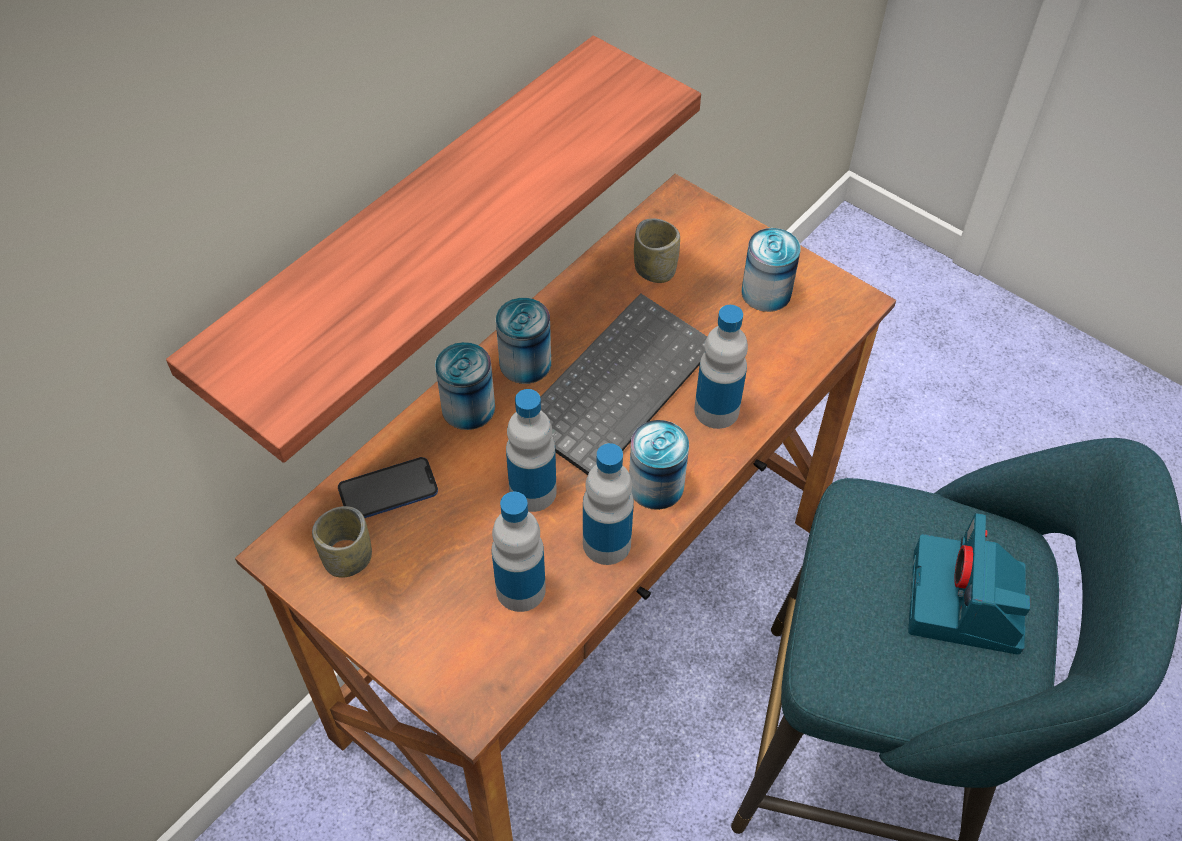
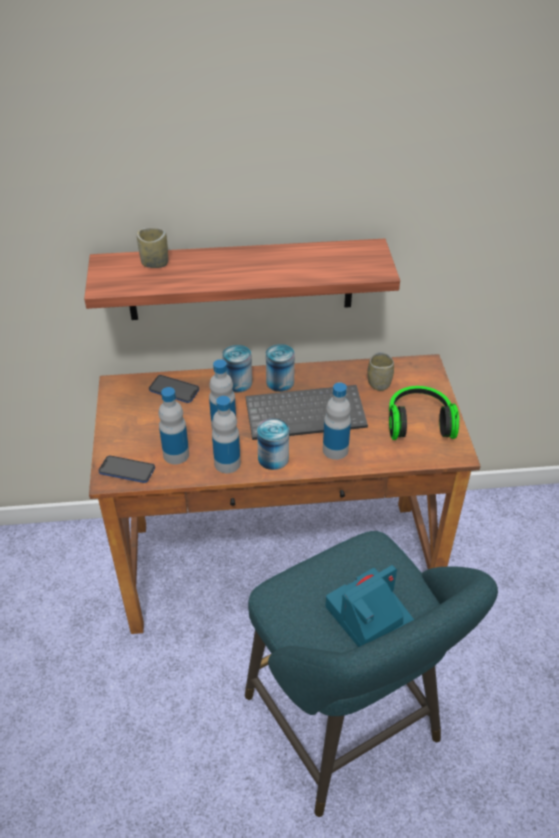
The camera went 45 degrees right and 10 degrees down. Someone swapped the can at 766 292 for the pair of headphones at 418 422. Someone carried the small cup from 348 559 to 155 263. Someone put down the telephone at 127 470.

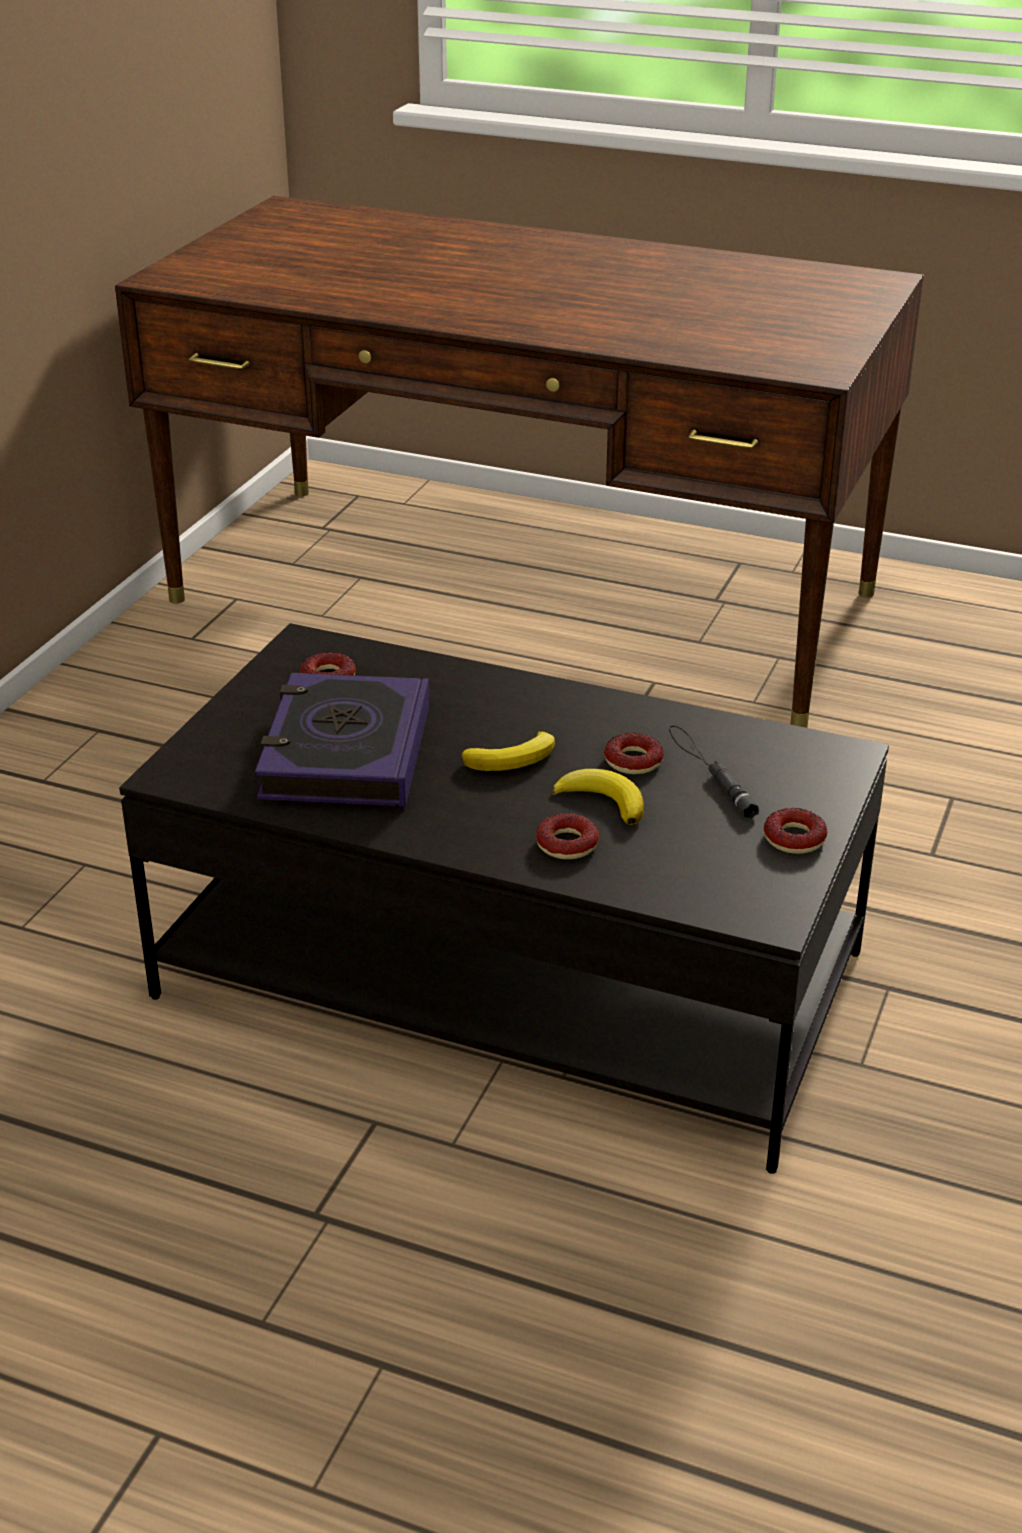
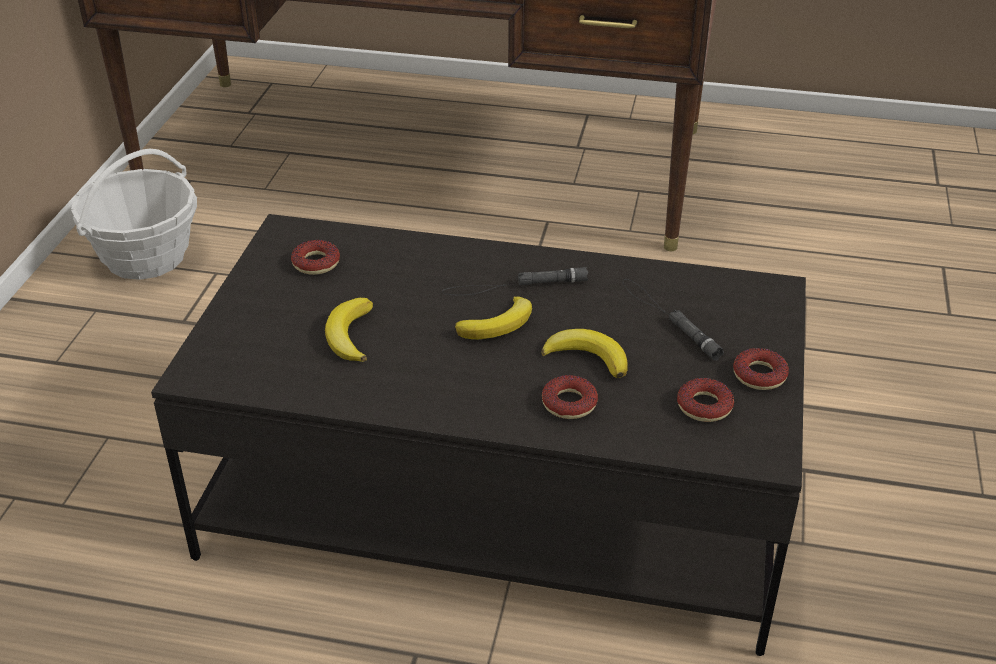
The camera went 10 degrees left and 5 degrees up. Someone swapped the book at 345 753 for the whole banana at 349 335. Someone carried the ring doughnut from 633 761 to 704 406. Someone put down the basket at 146 257. Someone put down the torch/blackish at 515 286.

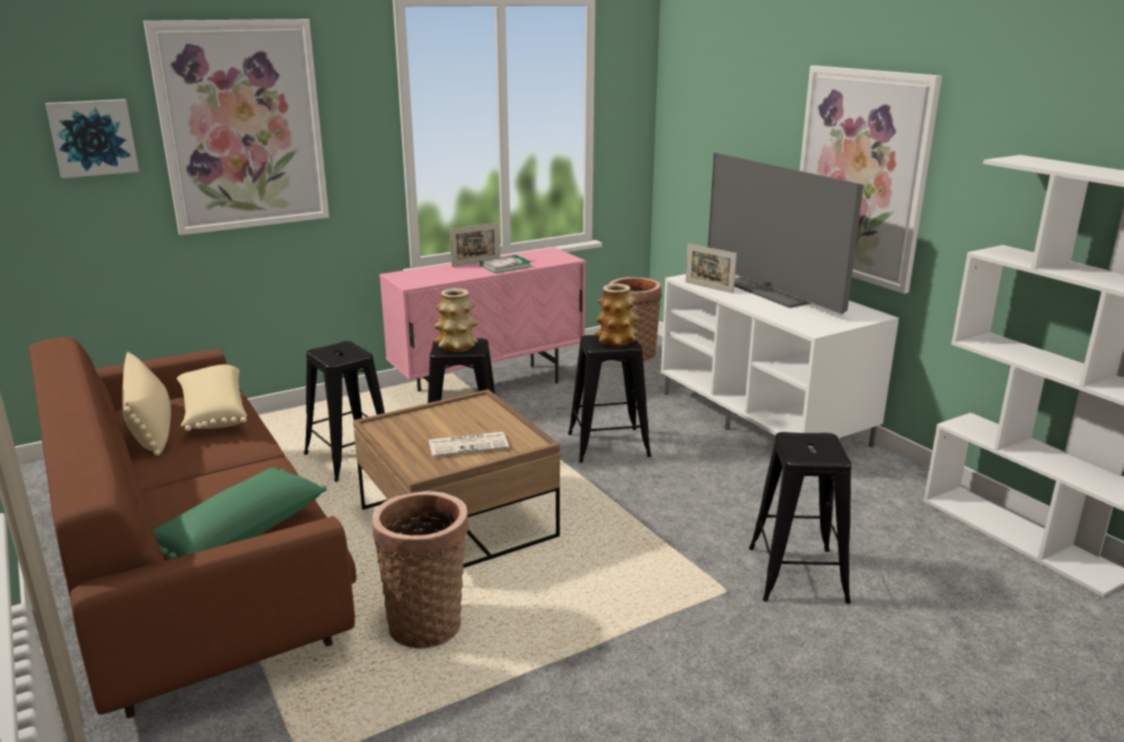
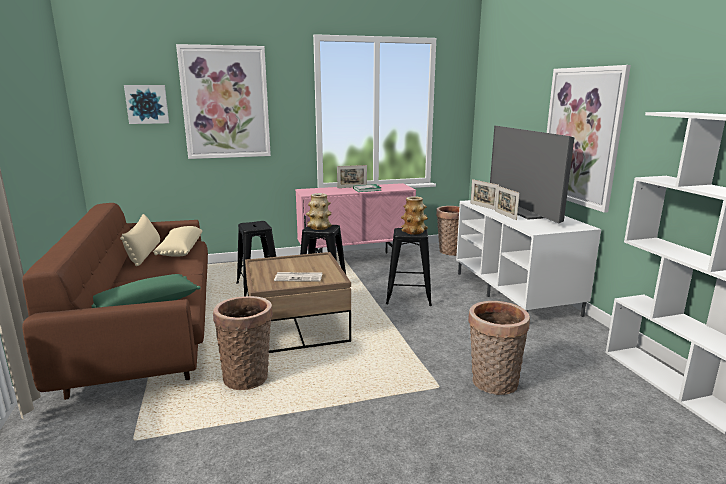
The camera went 15 degrees right and 5 degrees down. Someone swapped the stool seat/blackish at 797 574 for the basket at 492 384. Someone put down the standing frame at 505 215.

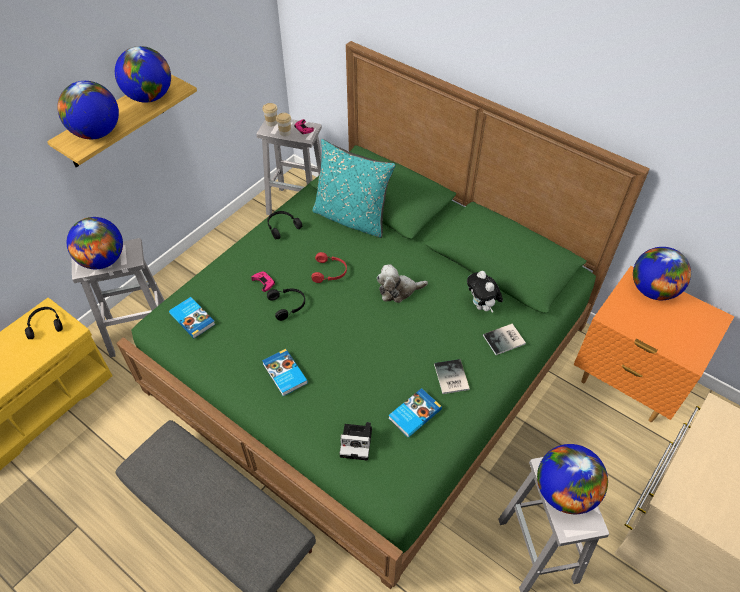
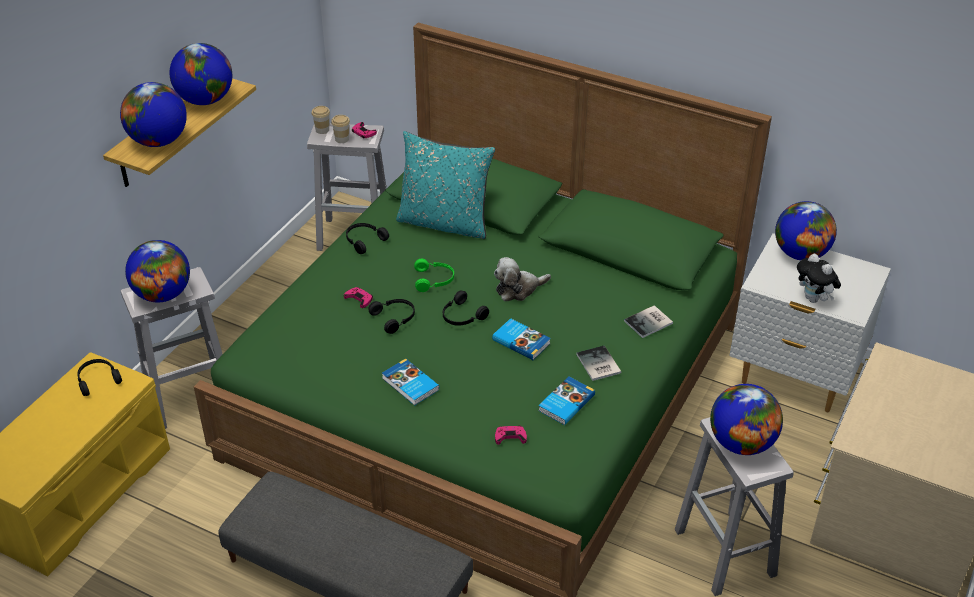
The camera went 10 degrees left and 10 degrees down. Someone repainted the pair of headphones/red at 330 272, which became the pair of headphones/green-coloured at 434 280. Someone repainted the bedside table/orangey at 627 383, which became the bedside table/whitish at 794 377. Someone carried the soft toy from 482 306 to 814 299. Someone carried the book from 193 318 to 521 341. Someone swapped the photo camera at 357 442 for the gamepad/pinkish at 510 437. Someone put down the pair of headphones/blackish at 462 316.

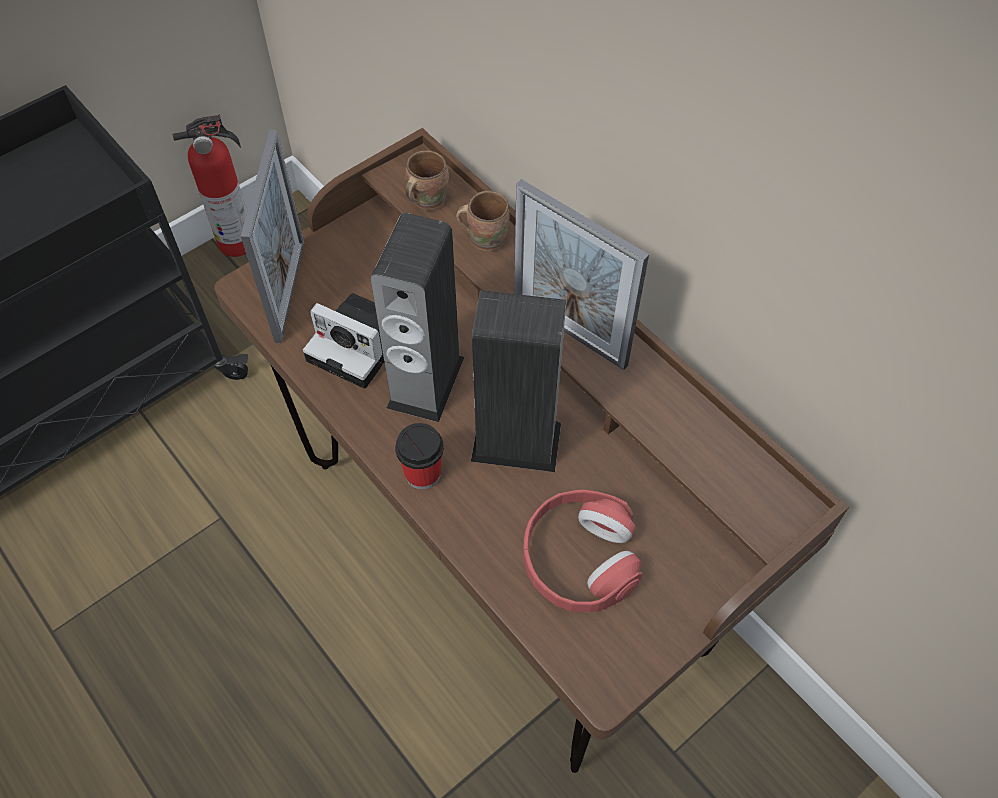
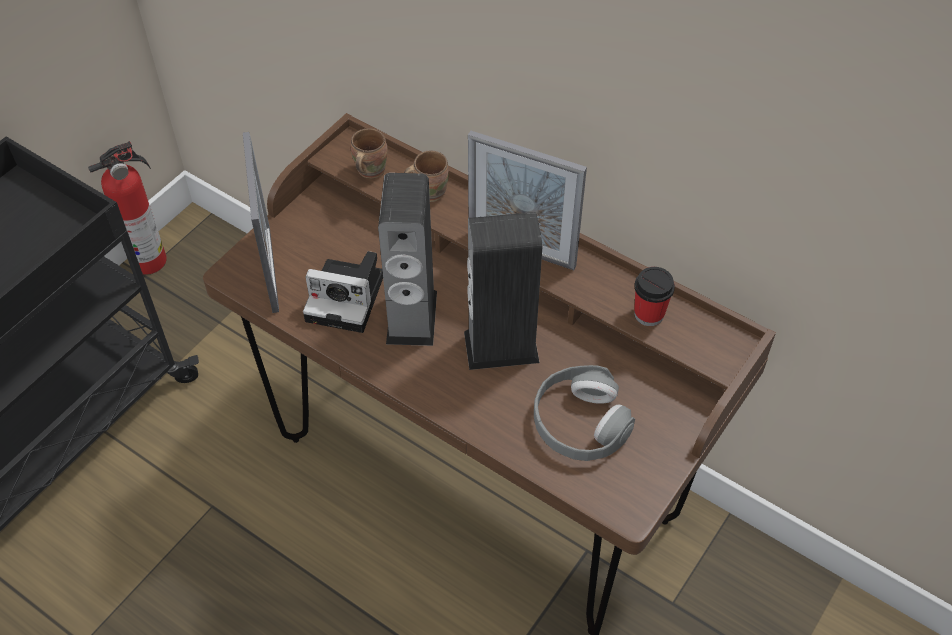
The camera went 15 degrees left and 5 degrees down. Someone carried the small cup from 422 473 to 649 314. Someone repainted the pair of headphones/red at 579 558, which became the pair of headphones/gray at 580 422.

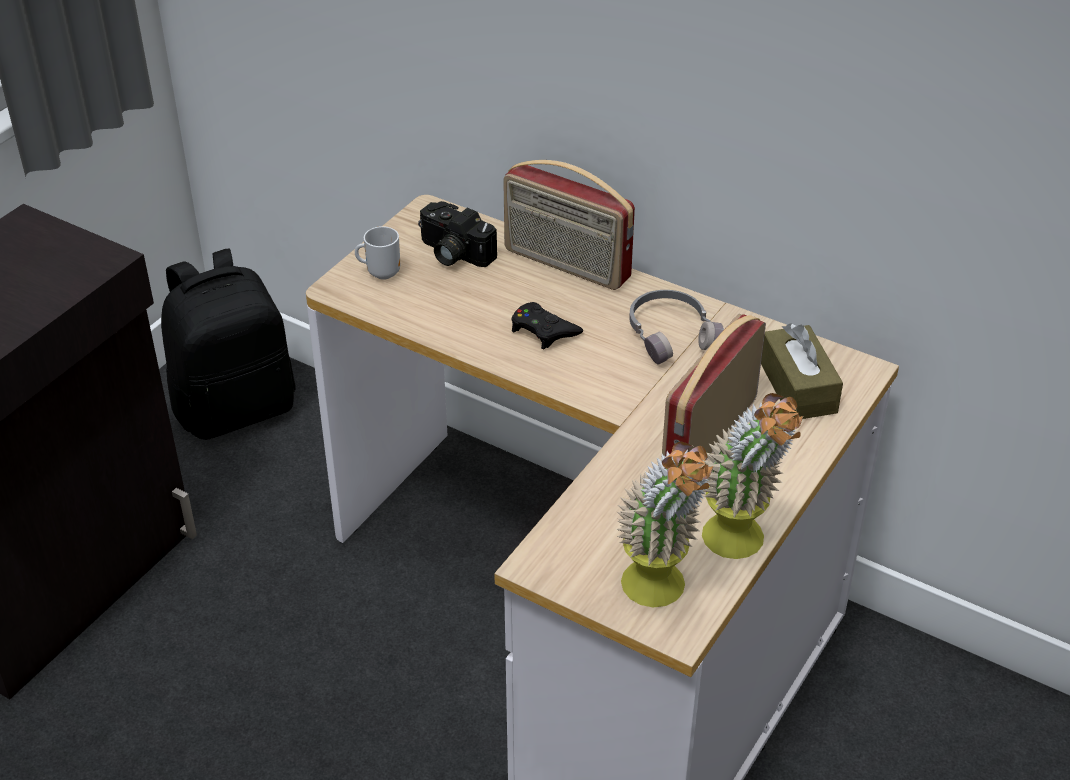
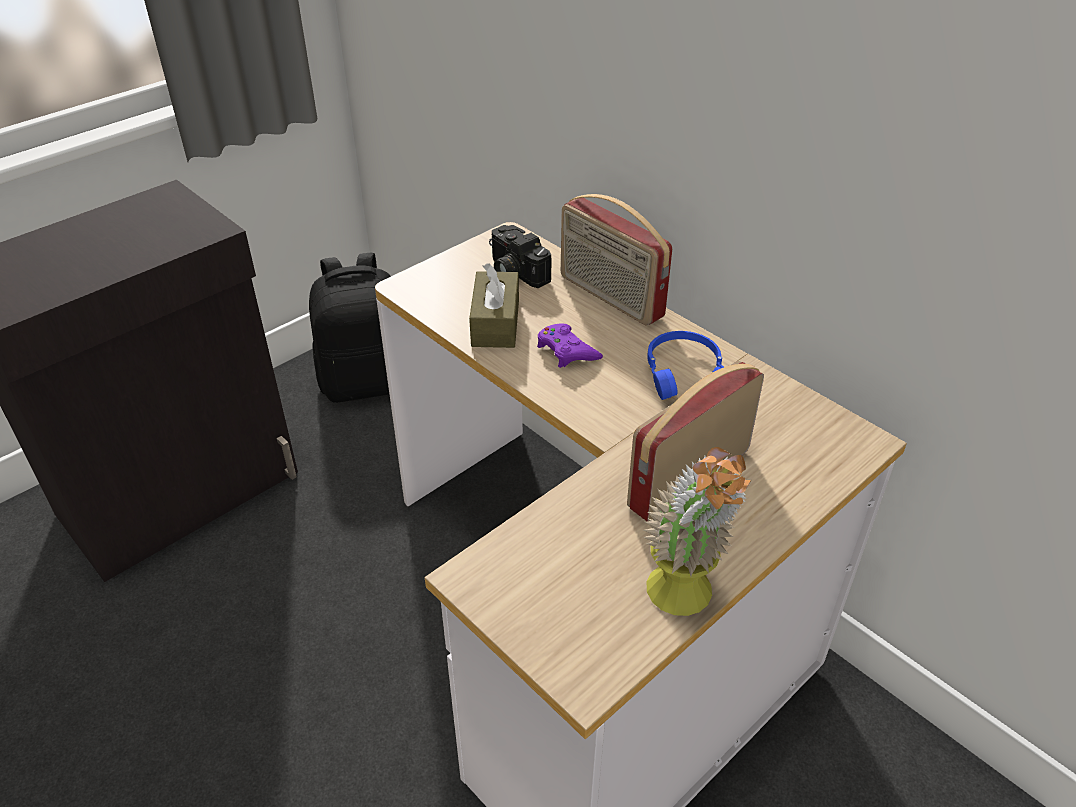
The camera went 15 degrees right and 0 degrees up. Someone took away the tea mug at 381 273. Someone repainted the pair of headphones/gray at 671 334, which became the pair of headphones/bluish at 685 374. Someone repainted the gamepad/blackish at 543 330, which became the gamepad/purple-coloured at 566 351. Someone carried the tissue holder/brown-coloured from 798 387 to 495 323. Someone took away the potted plant at 660 595.

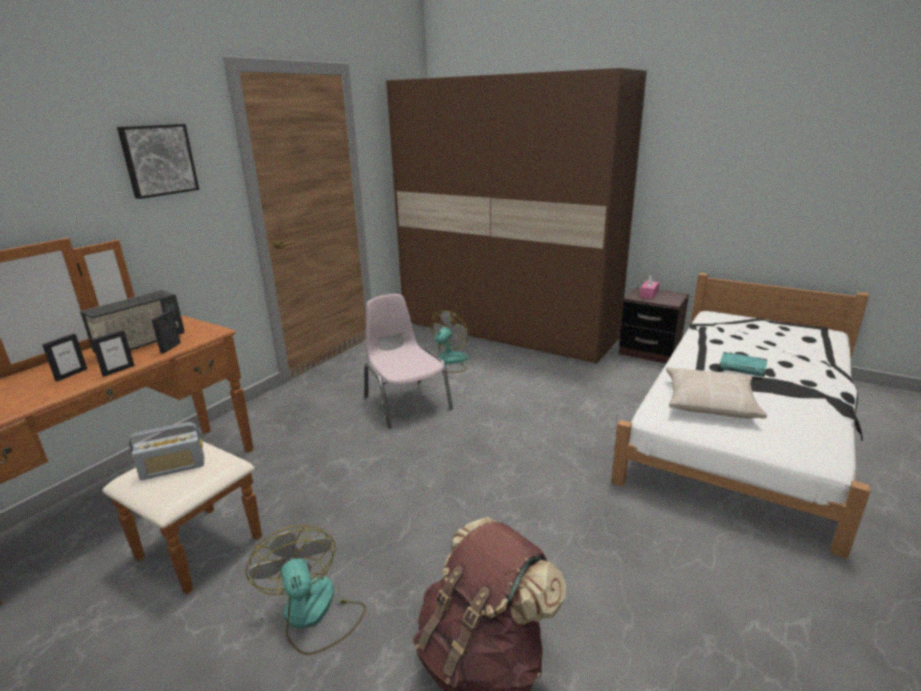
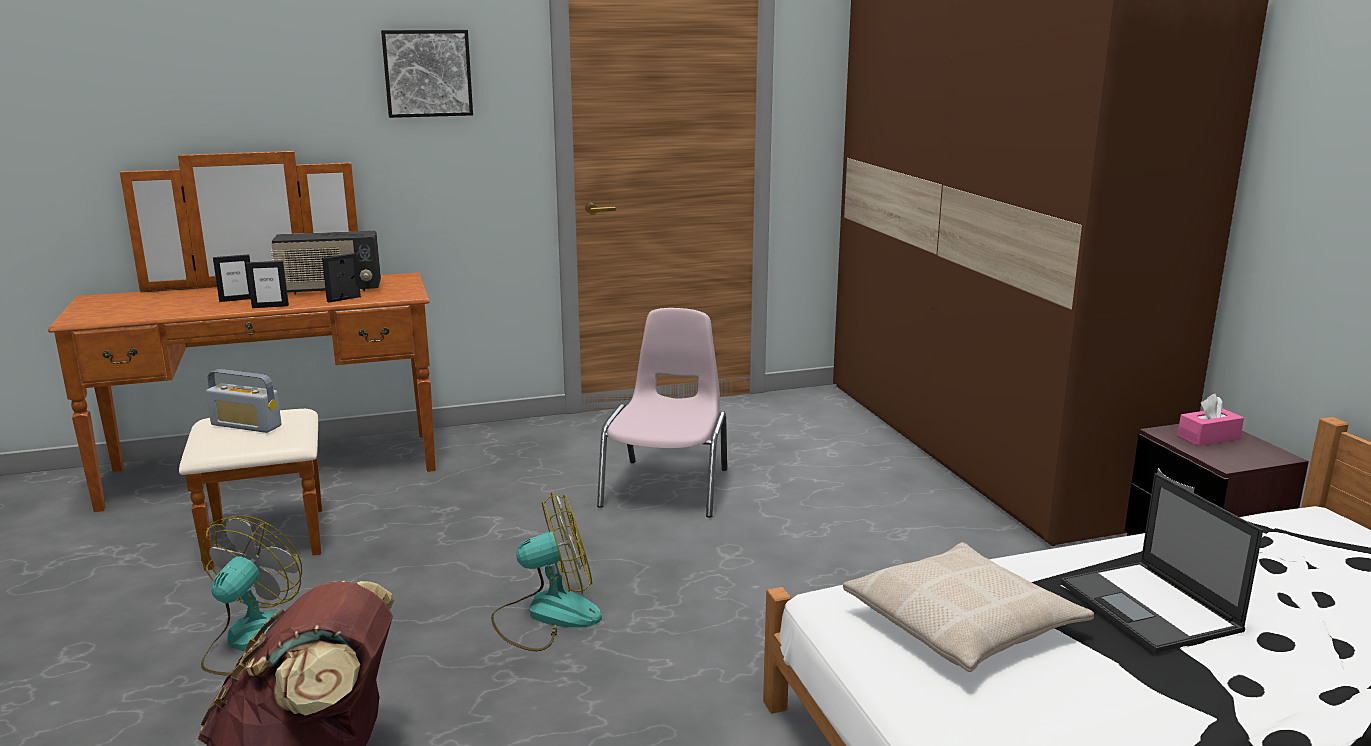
The camera went 40 degrees right and 5 degrees down. Someone carried the cooling fan from 448 362 to 546 615. Someone swapped the book/turquoise-coloured at 743 367 for the notebook computer at 1151 608.

